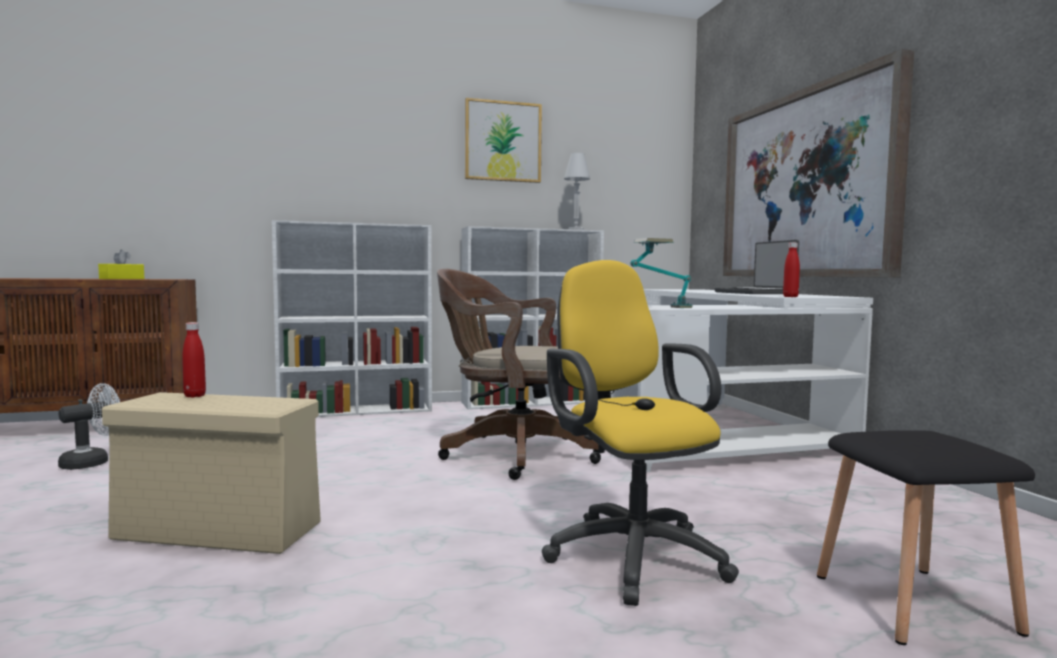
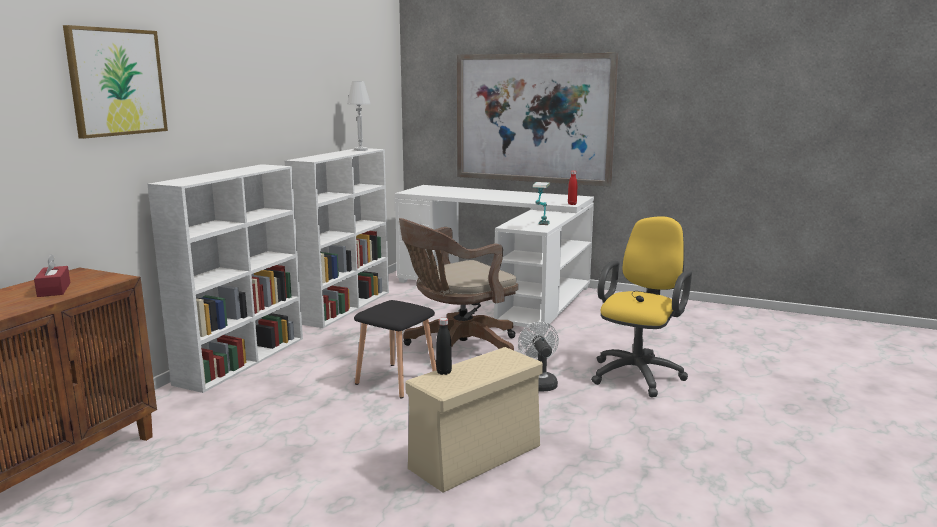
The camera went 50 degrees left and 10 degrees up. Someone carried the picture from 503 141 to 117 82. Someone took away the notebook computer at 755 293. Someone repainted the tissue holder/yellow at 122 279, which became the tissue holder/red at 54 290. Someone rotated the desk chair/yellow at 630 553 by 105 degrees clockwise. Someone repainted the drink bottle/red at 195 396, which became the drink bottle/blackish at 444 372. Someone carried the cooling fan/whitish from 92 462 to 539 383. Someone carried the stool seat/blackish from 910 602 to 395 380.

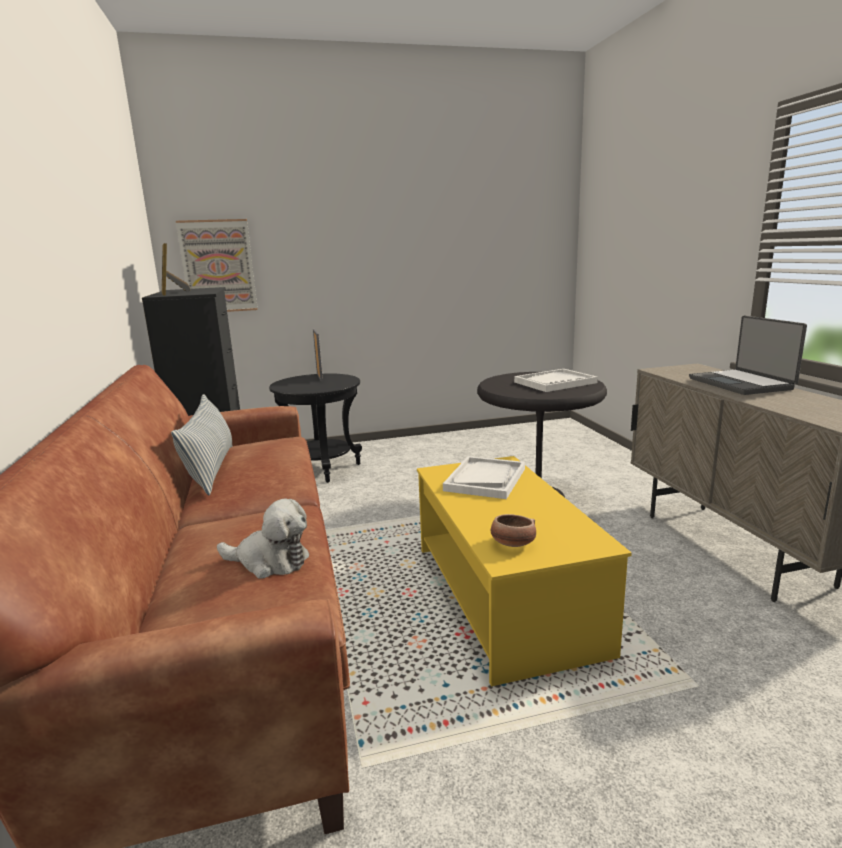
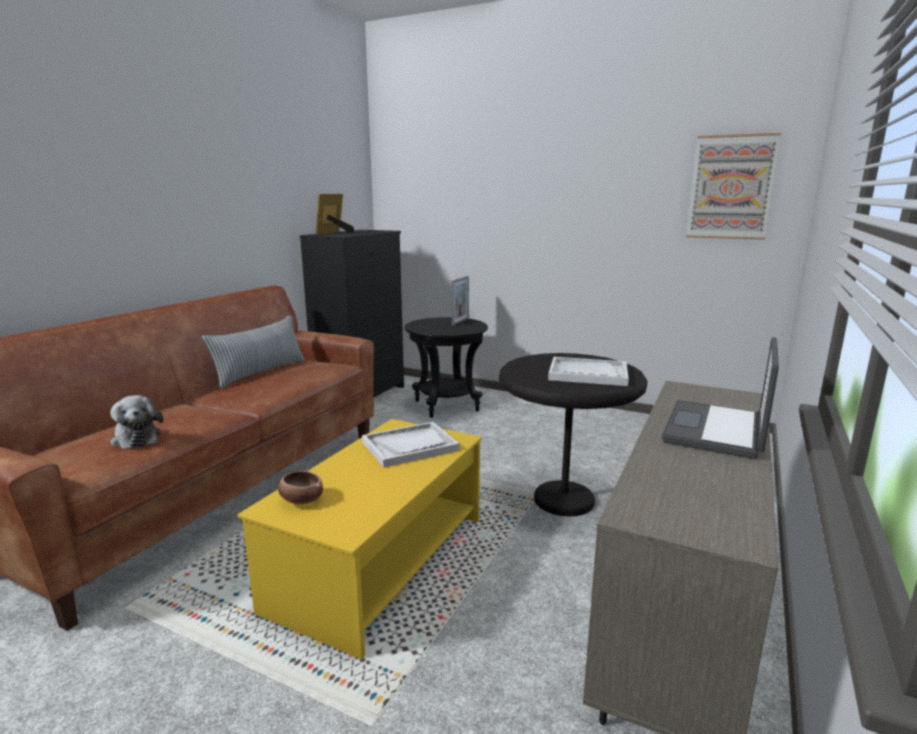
The camera went 40 degrees right and 0 degrees up. Someone carried the picture from 218 266 to 731 187.

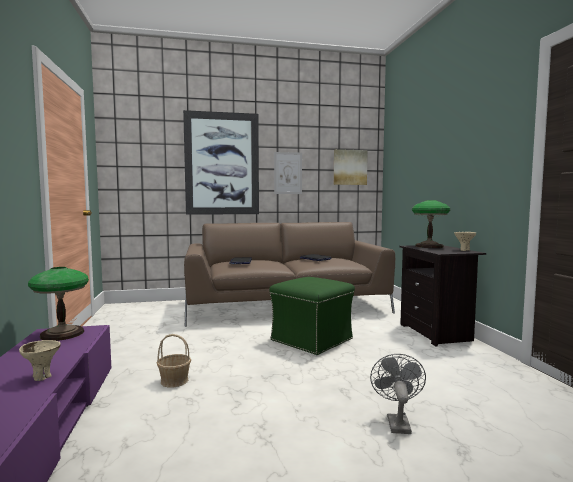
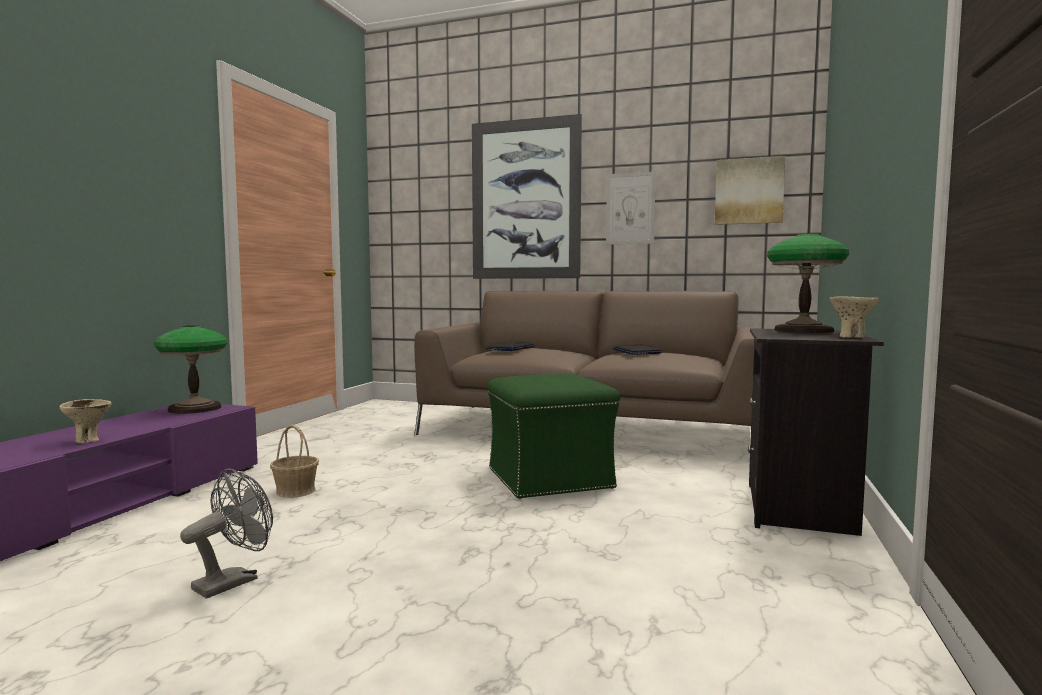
The camera went 30 degrees right and 0 degrees up. Someone carried the cooling fan/gray from 397 422 to 234 581.

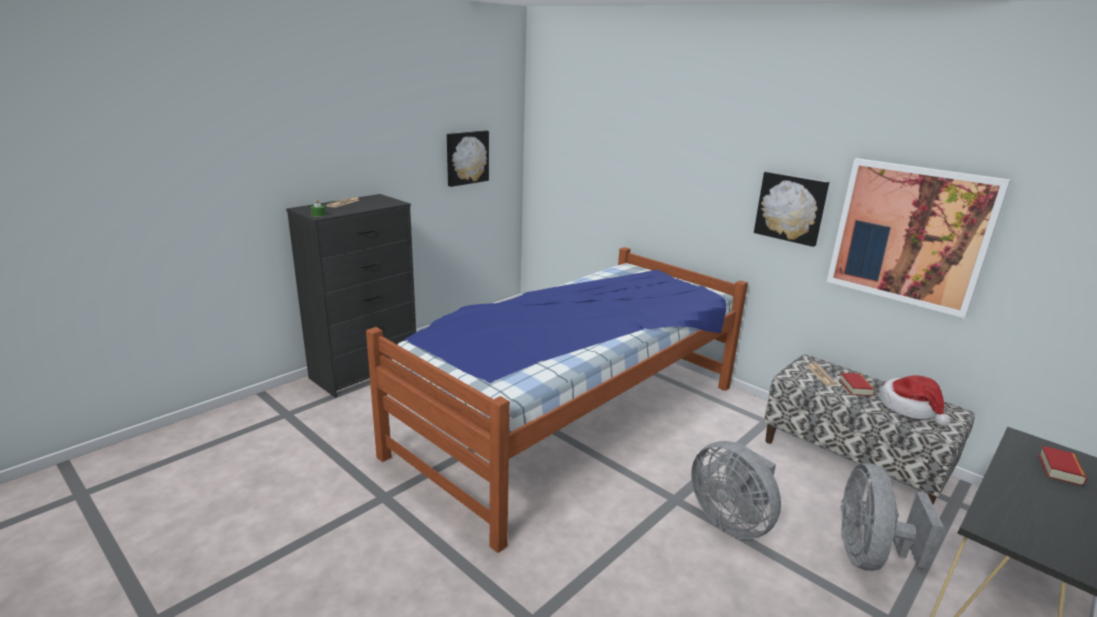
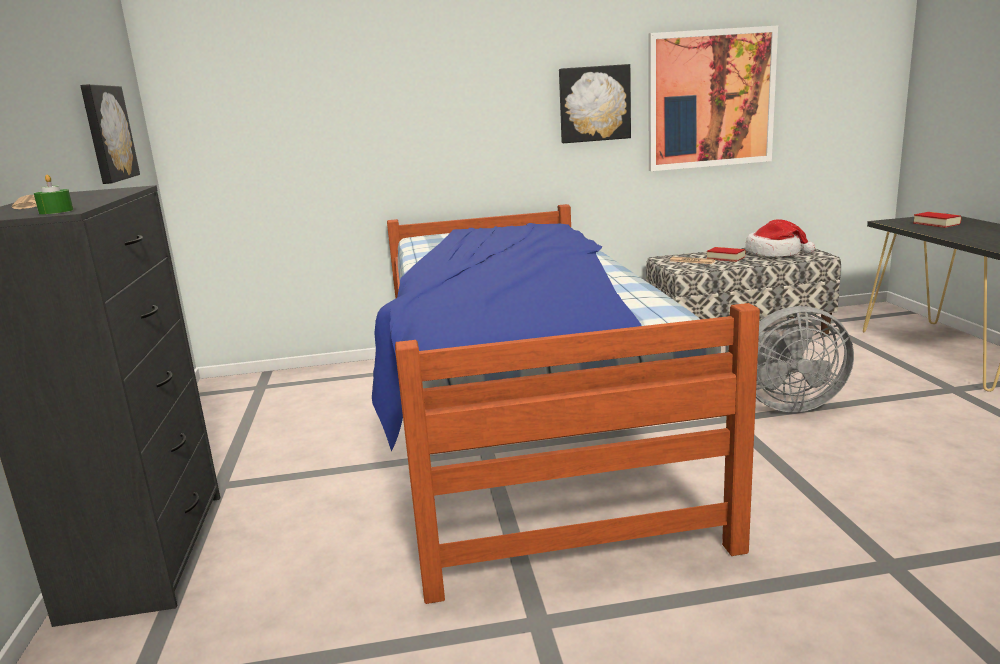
The camera went 50 degrees left and 5 degrees down. Someone took away the cooling fan/gray at 868 555.

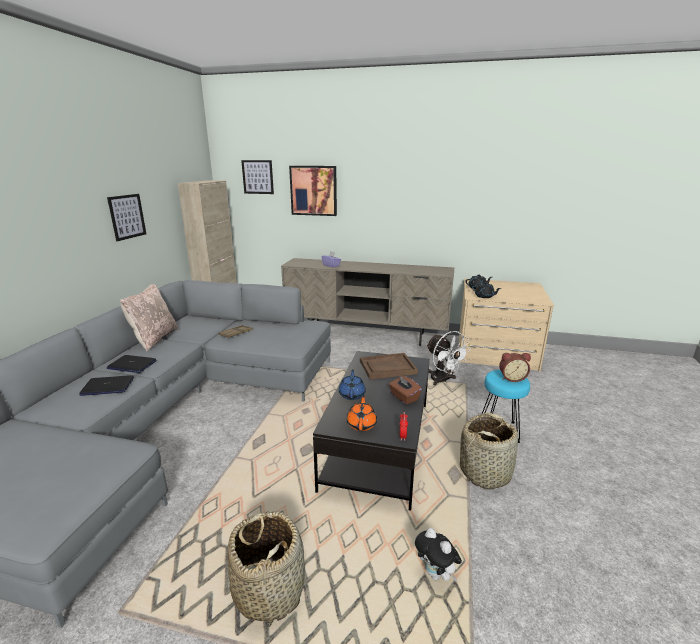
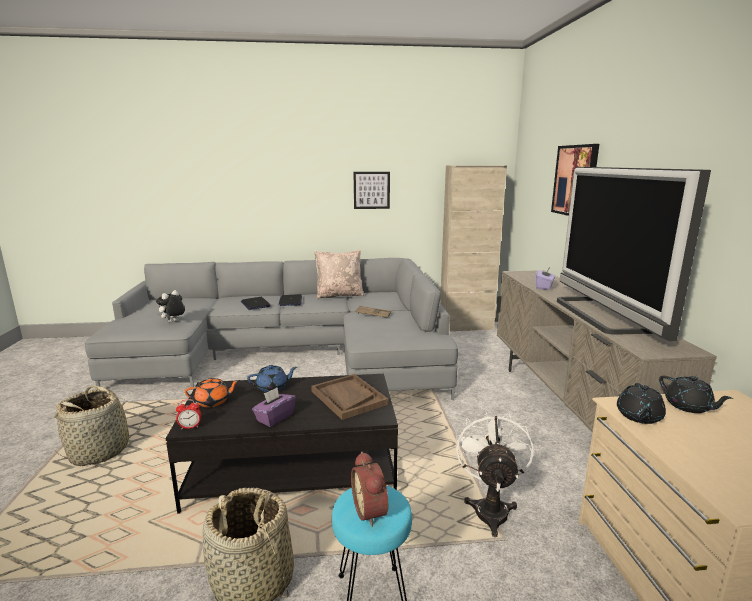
The camera went 70 degrees right and 5 degrees down. Someone took away the picture at 257 177. Someone rotated the cooling fan/whitish at 443 380 by 150 degrees clockwise. Someone repainted the tissue holder/brown-coloured at 404 397, which became the tissue holder/purple-coloured at 274 418. Someone carried the soft toy from 436 574 to 173 322. Someone put down the TV at 600 315.

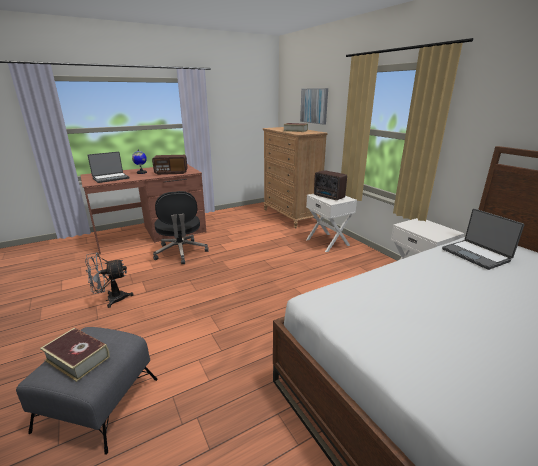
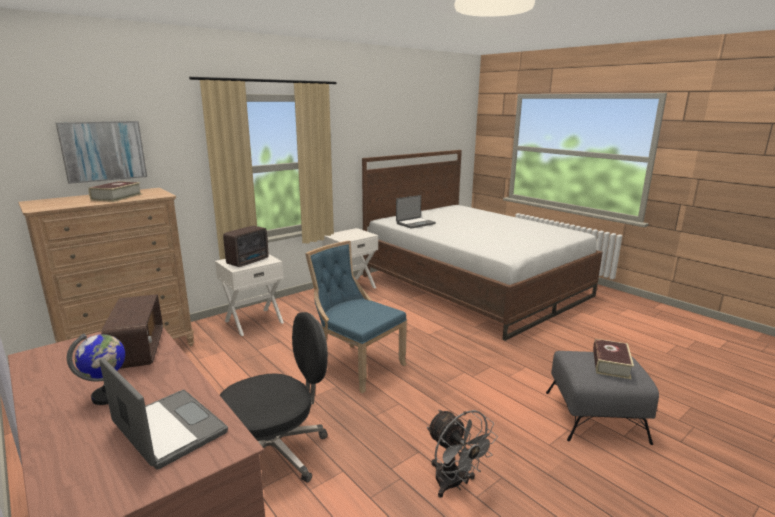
The camera went 100 degrees left and 5 degrees down. Someone put down the plain chair/bluish at 356 364.

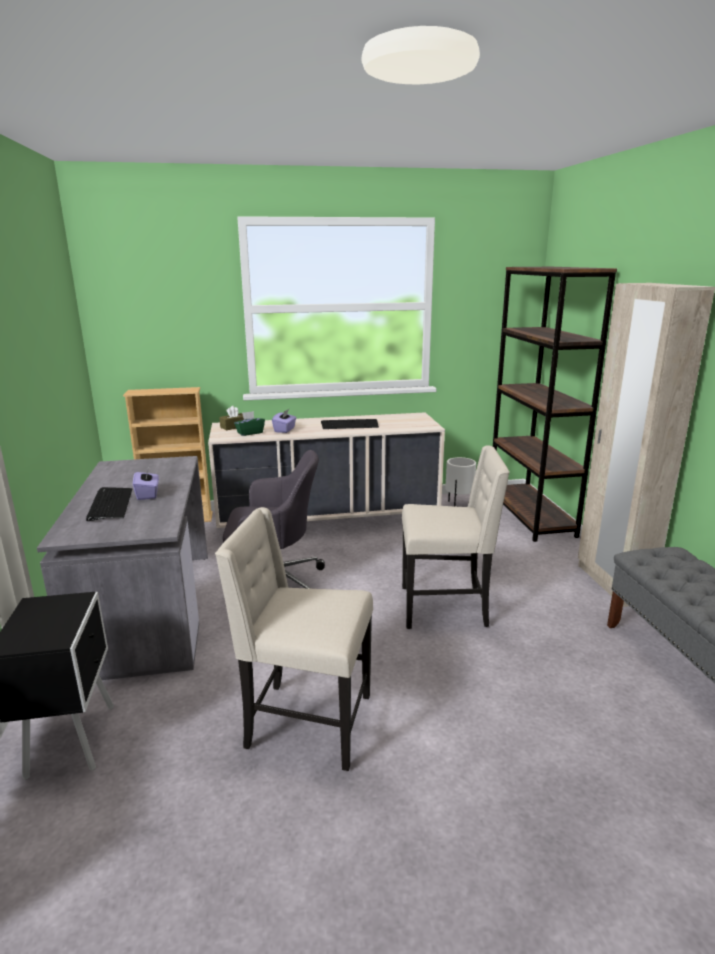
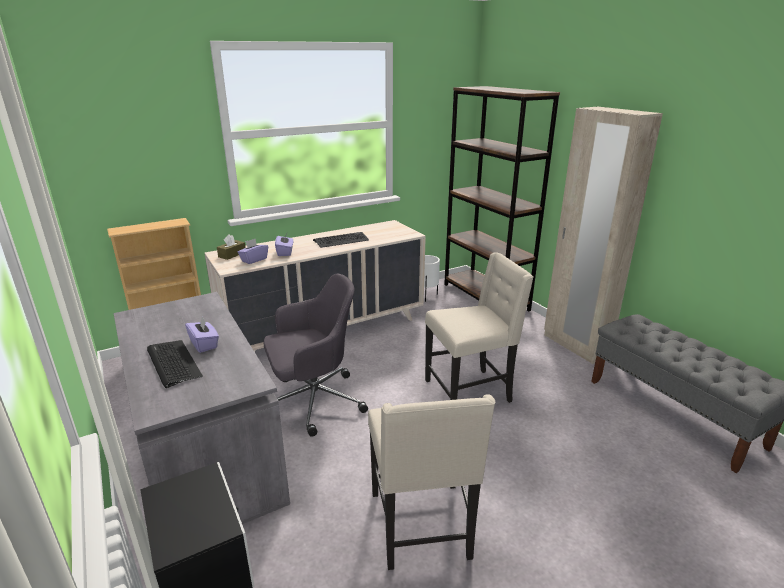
The camera went 20 degrees left and 5 degrees up. Someone repainted the tissue holder/green-coloured at 250 433, which became the tissue holder/purple-coloured at 254 260. Someone rotated the plain chair/beige-coloured at 306 723 by 90 degrees counterclockwise.

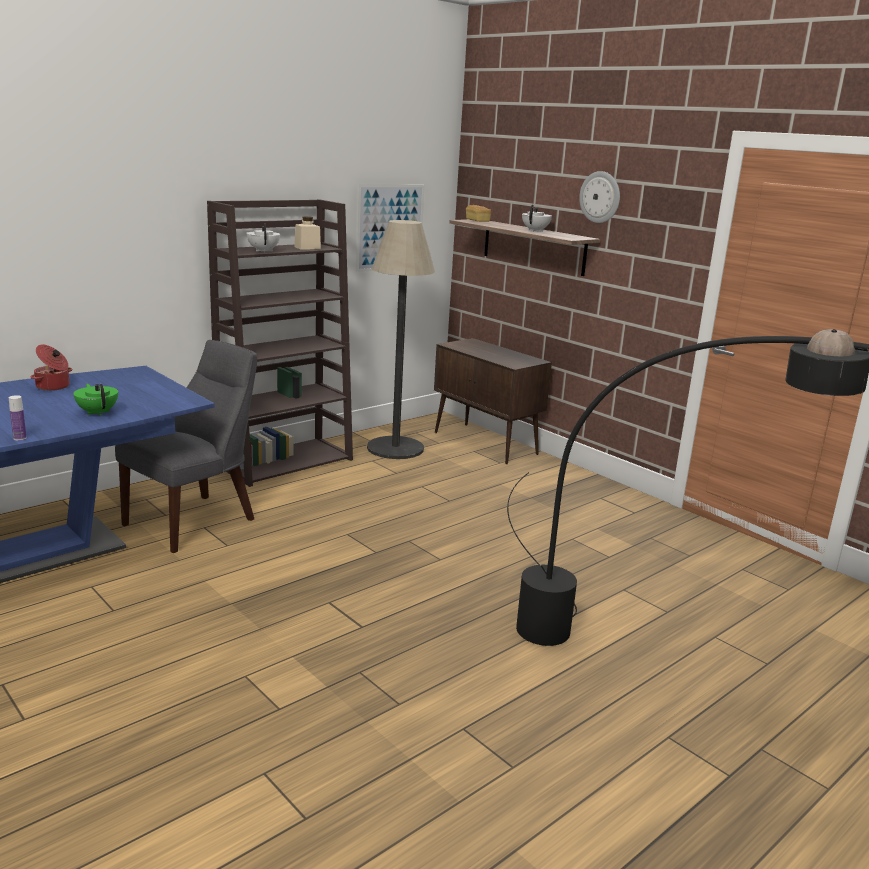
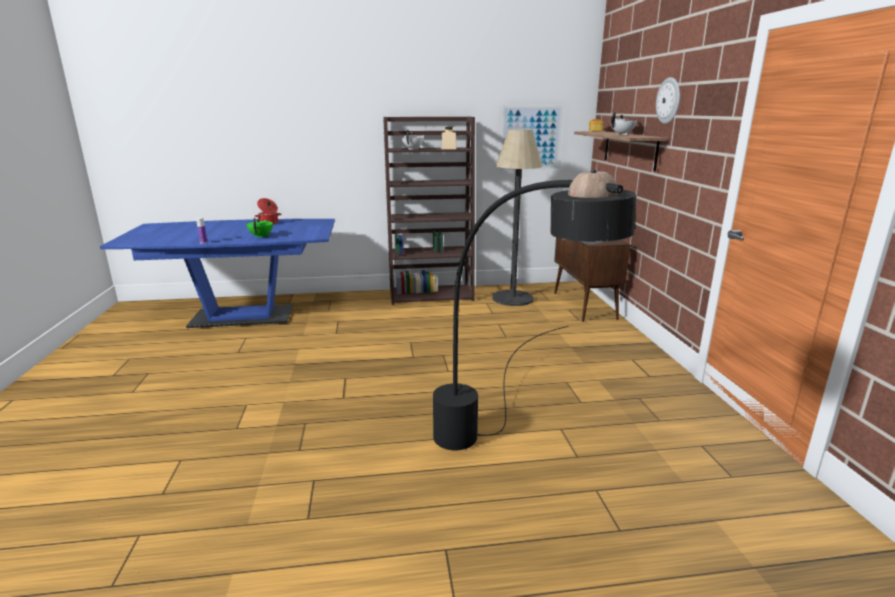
The camera went 35 degrees right and 0 degrees up. Someone took away the plain chair/gray at 195 520.

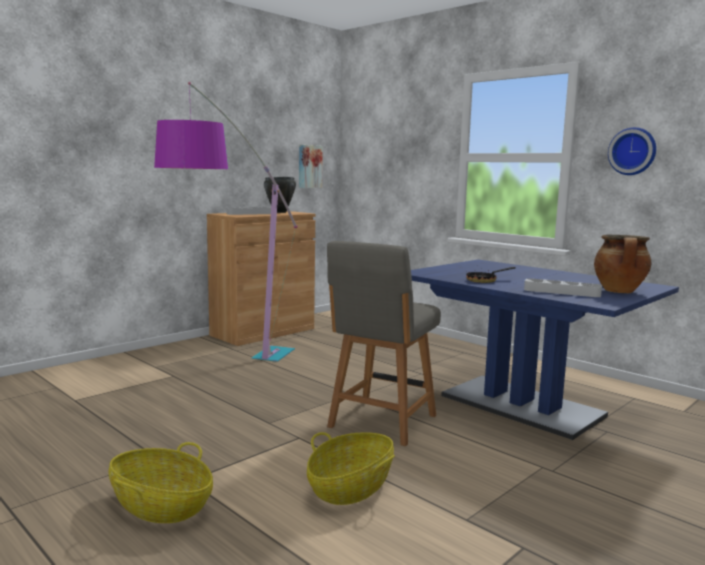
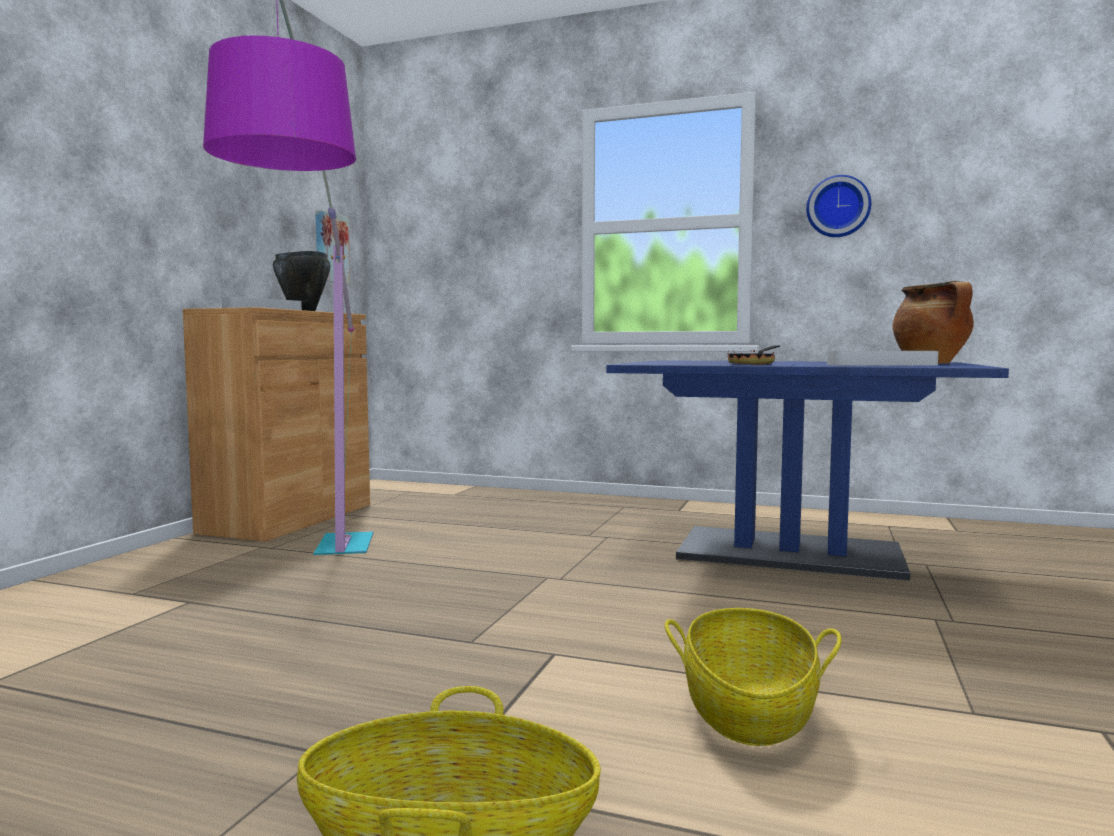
The camera went 25 degrees left and 5 degrees down. Someone took away the plain chair/gray at 381 423.

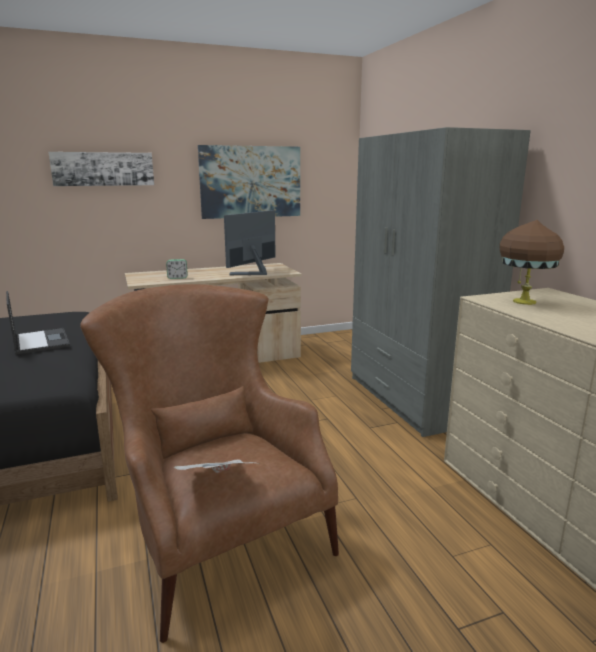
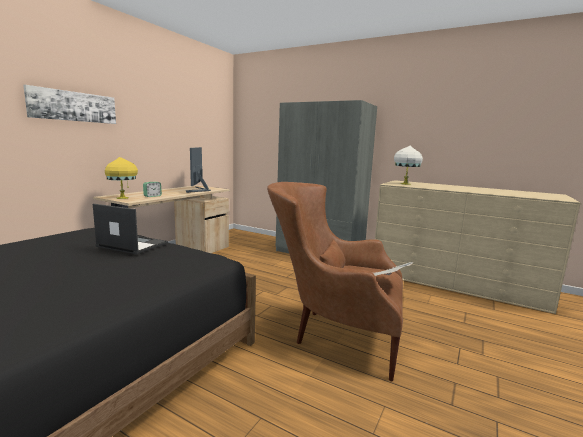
The camera went 40 degrees left and 5 degrees down. Someone took away the picture at 250 182. Someone repainted the tabletop lamp/brown-coloured at 523 301, which became the tabletop lamp/whitish at 405 184. Someone put down the tabletop lamp/yellow at 123 198.

